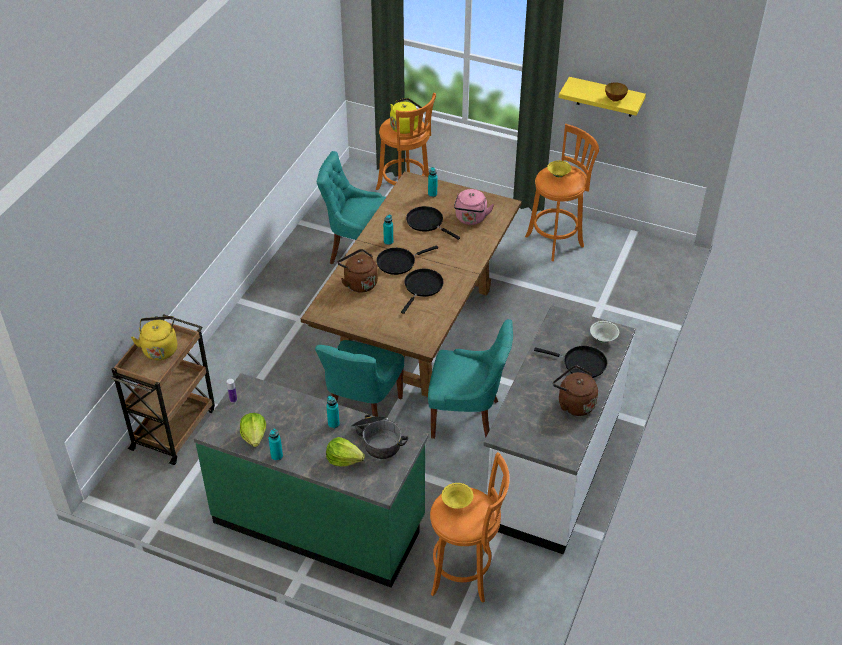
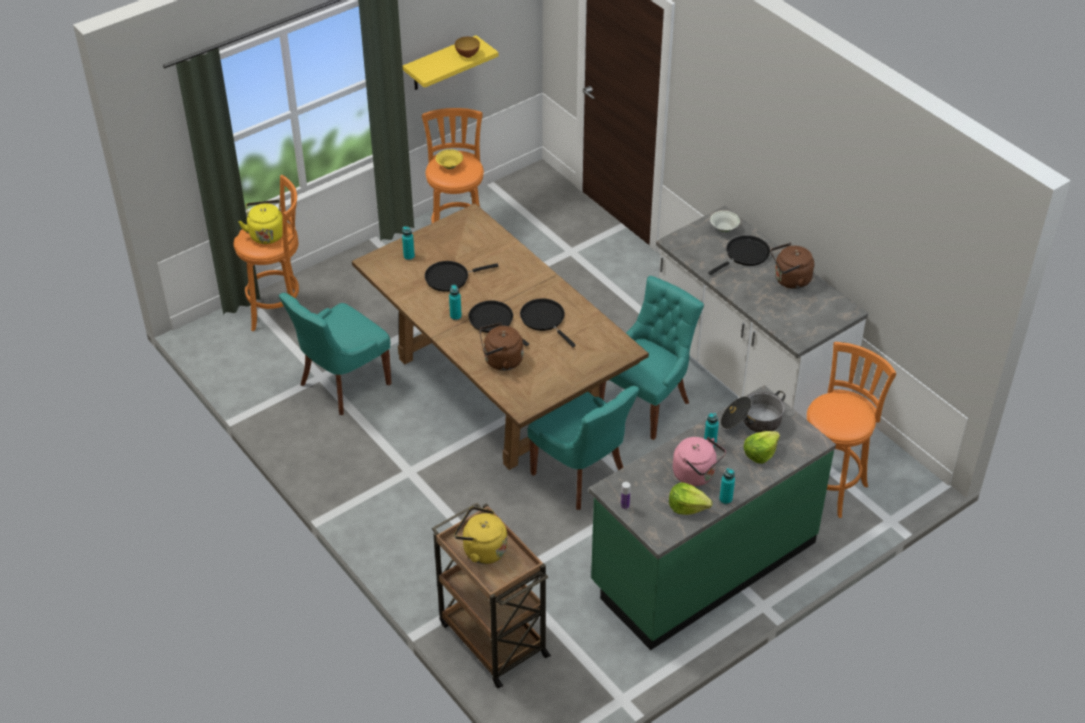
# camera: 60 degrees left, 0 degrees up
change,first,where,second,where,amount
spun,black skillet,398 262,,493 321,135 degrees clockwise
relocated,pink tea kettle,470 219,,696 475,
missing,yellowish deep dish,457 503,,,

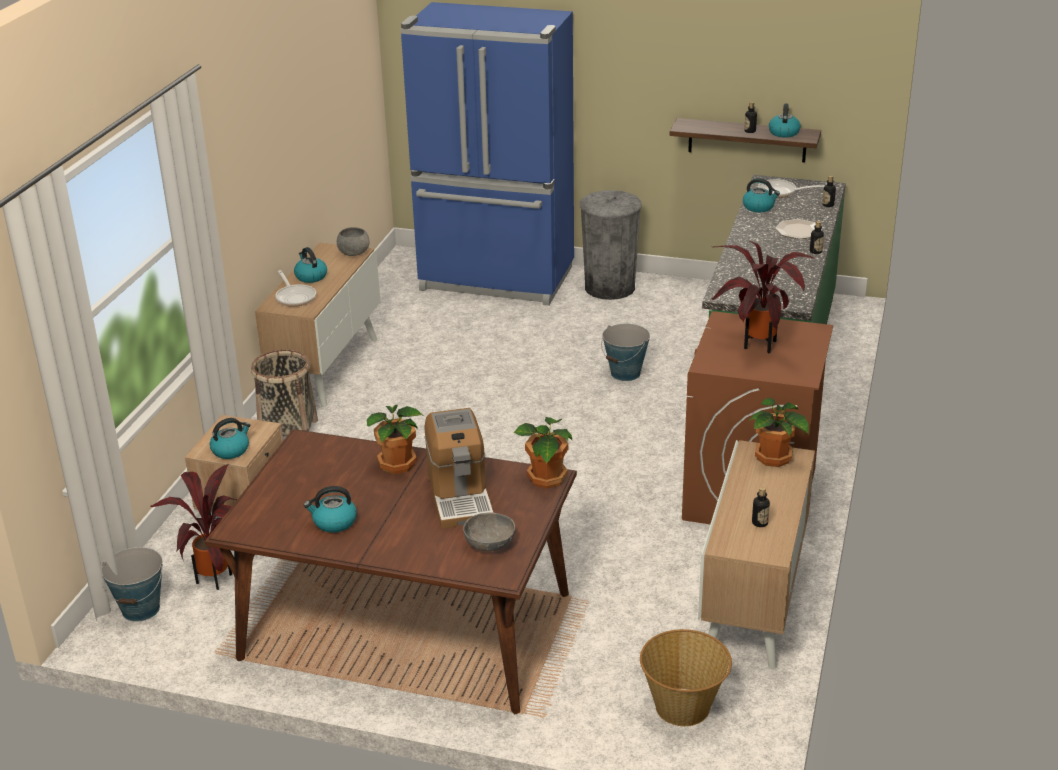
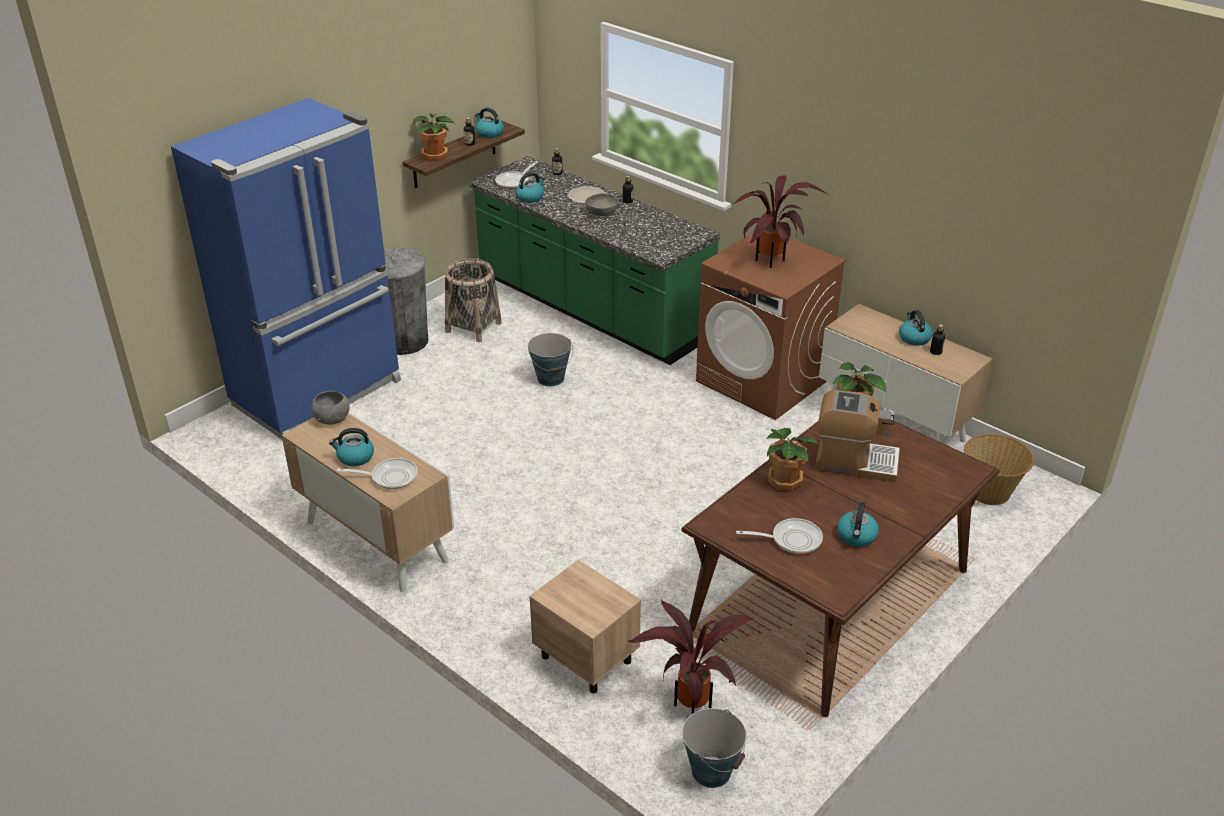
# camera: 65 degrees left, 5 degrees up
change,first,where,second,where,amount
relocated,potted plant,774 458,,436 156,
relocated,storage basket,288 433,,473 327,
relocated,gray deep dish,490 544,,602 212,
appeared,,,skillet,791 540,
relocated,tea kettle,231 450,,914 338,

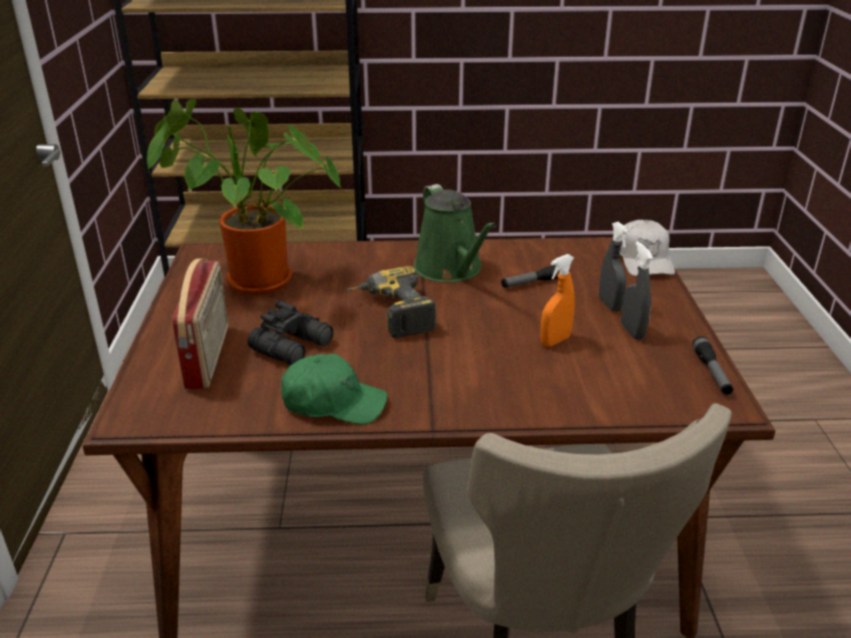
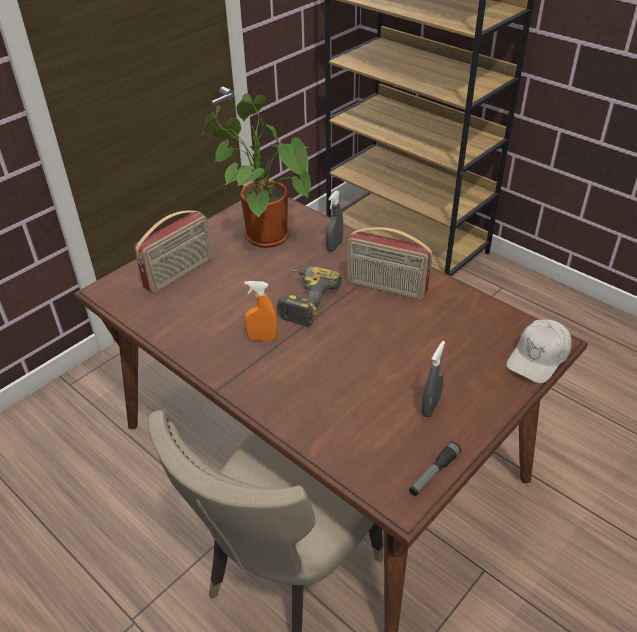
# camera: 45 degrees right, 10 degrees up
change,first,where,second,where,amount
relocated,orangey hand sprayer,555 341,,262 338,
relocated,gray hand sprayer,609 305,,334 246,
exchanged,greenish watering can,451 269,radio receiver,386 288,
missing,black field glasses,294 347,,,
missing,greenish cap,333 402,,,
missing,hand torch,533 282,,,

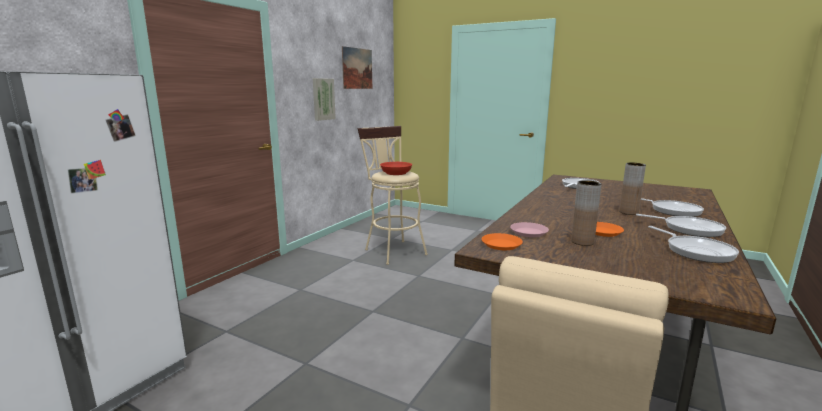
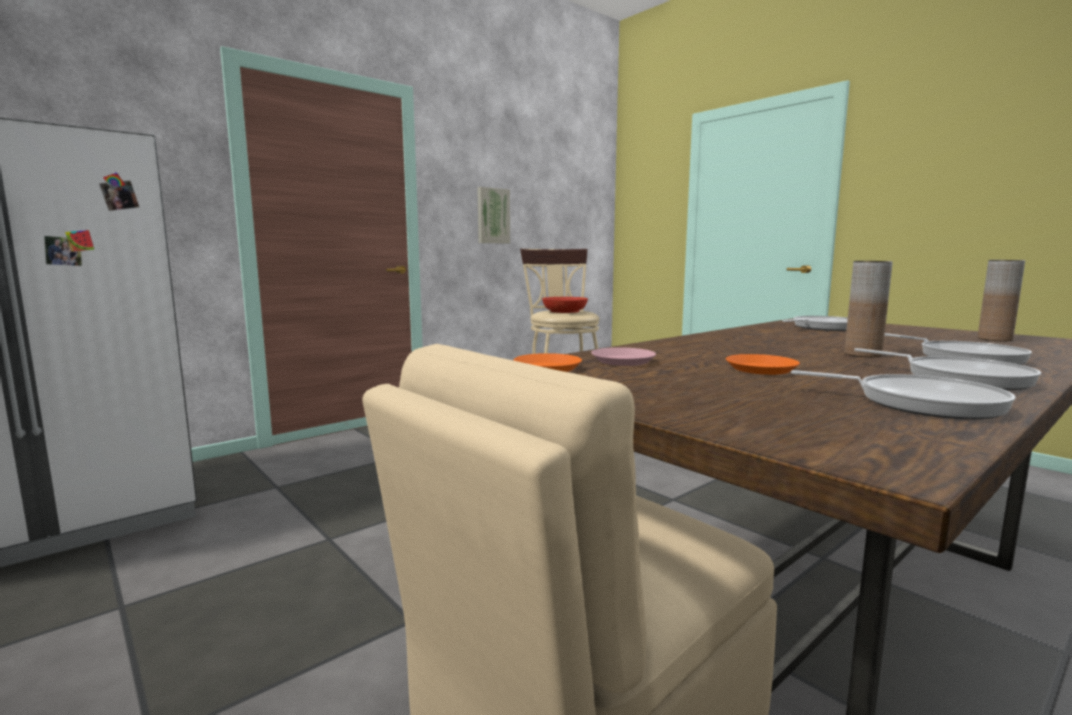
# camera: 20 degrees right, 5 degrees down
change,first,where,second,where,amount
spun,skillet,696 251,,919 403,60 degrees counterclockwise
relocated,brown flower vase,582 242,,994 339,
missing,wall picture,357 68,,,

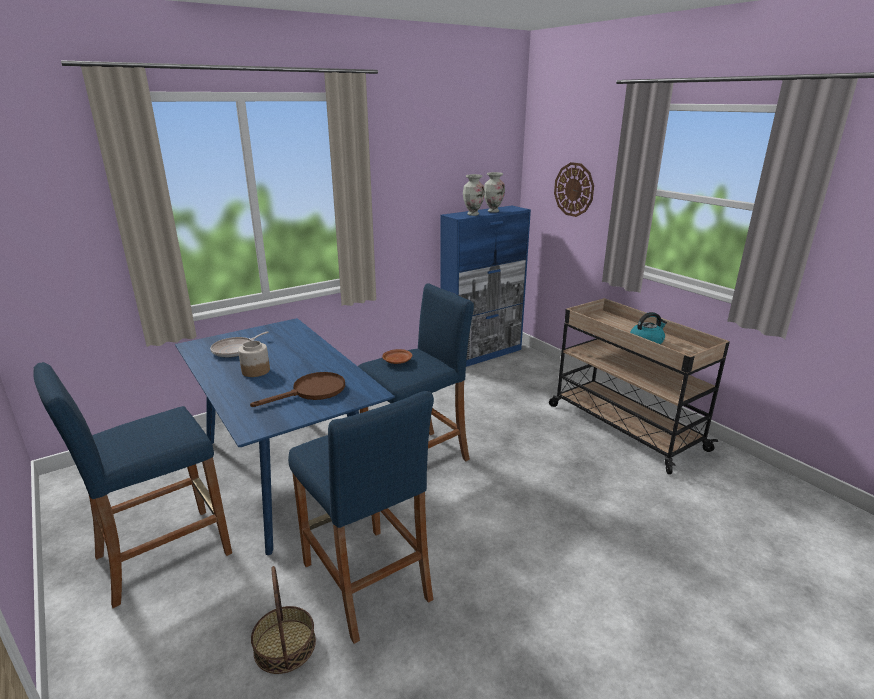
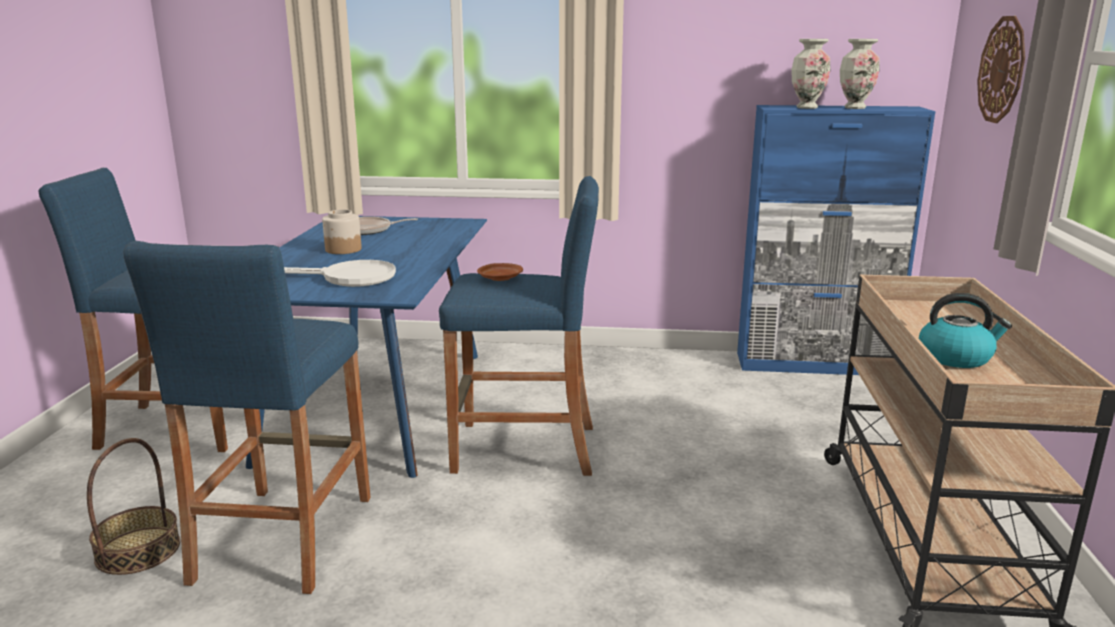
# camera: 40 degrees right, 5 degrees down
change,first,where,second,where,amount
colour,brown skillet,312 392,whitish skillet,349 278,

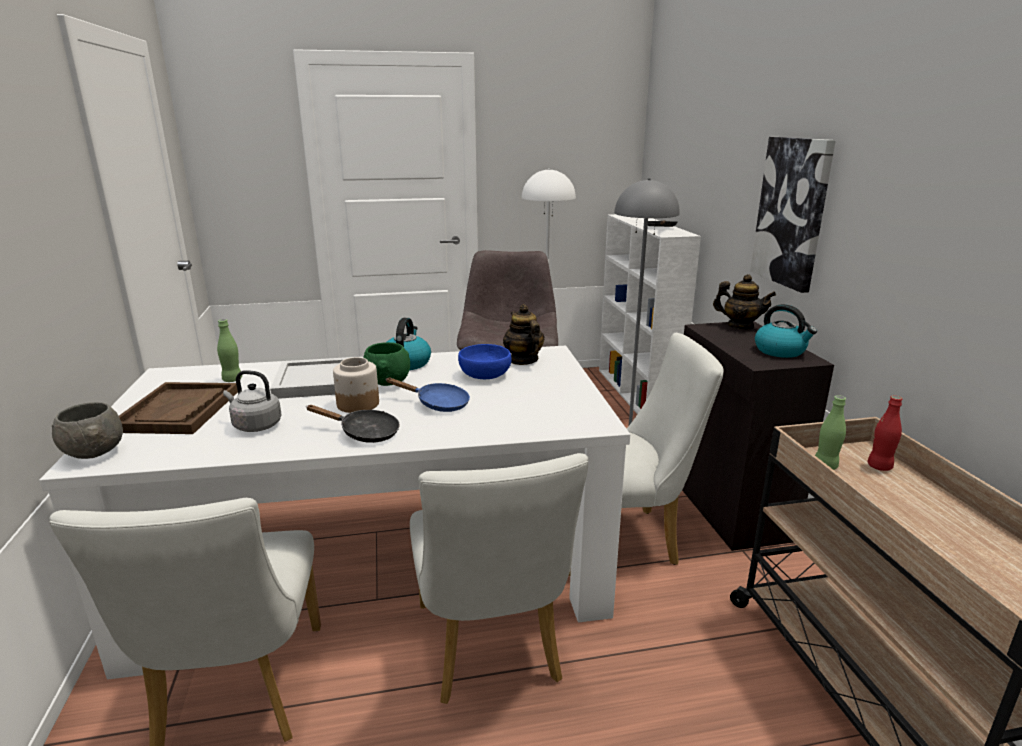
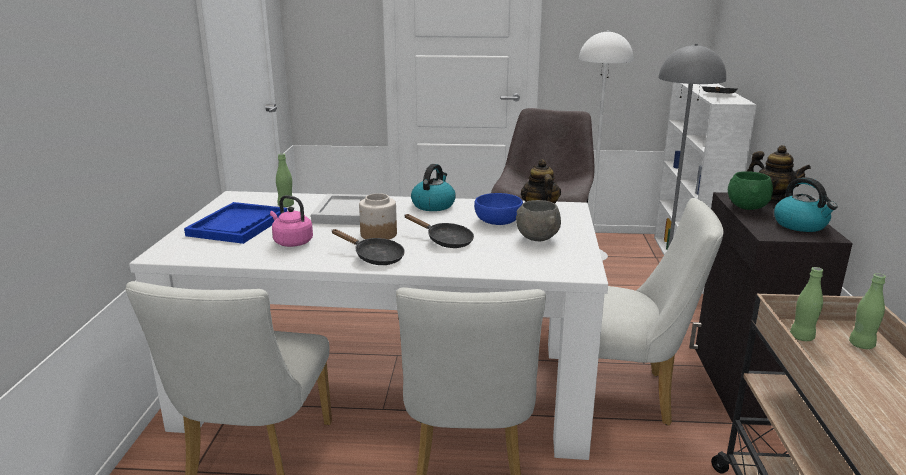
# camera: 15 degrees right, 0 degrees up
change,first,where,second,where,amount
colour,brown tray,179 411,blue tray,238 225,
colour,gray tea kettle,255 425,pink tea kettle,291 242,
colour,blue skillet,437 404,black skillet,445 241,
relocated,gray deep dish,94 455,,537 239,
relocated,greenish deep dish,387 384,,746 208,
colour,reddish beverage bottle,879 466,greenish beverage bottle,861 345,
missing,wall picture,792 212,,,

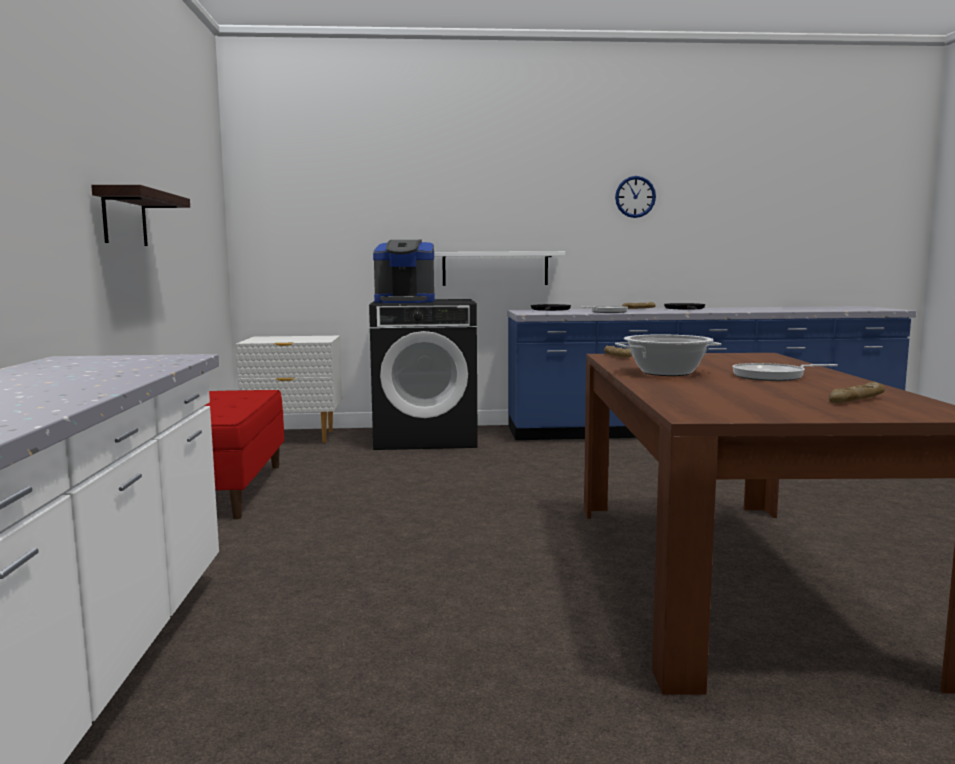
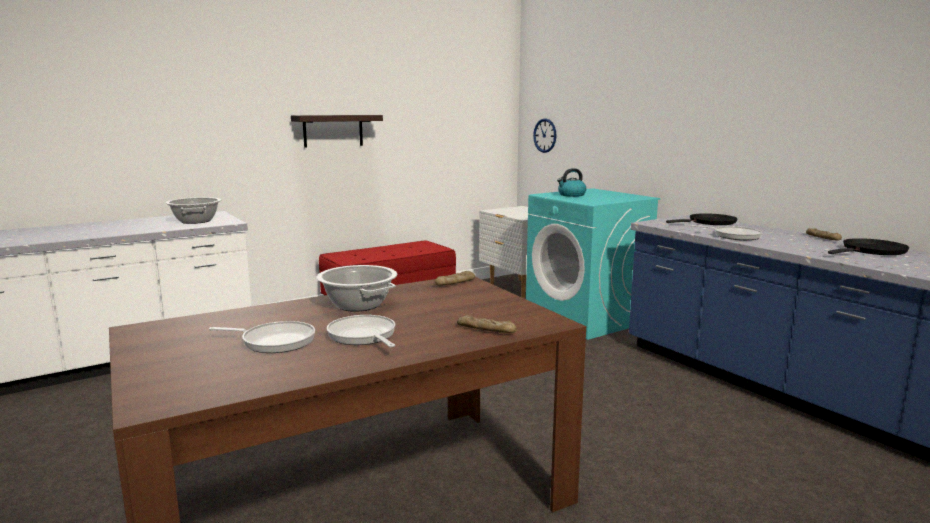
# camera: 60 degrees right, 5 degrees up
change,first,where,second,where,amount
appeared,,,stockpot,196 221,
appeared,,,skillet,274 341,
relocated,baked bread,856 400,,486 330,
colour,black laundry machine,426 438,turquoise laundry machine,586 318,
relocated,hanging clock,635 197,,545 135,
exchanged,coffee machine,405 302,tea kettle,571 195,
missing,whitish bracket shelf,495 268,,,

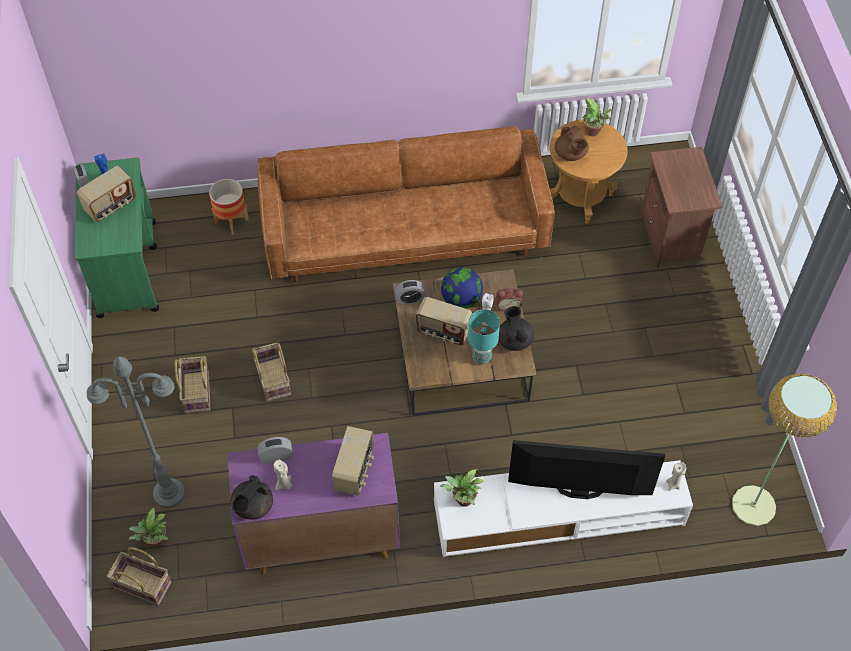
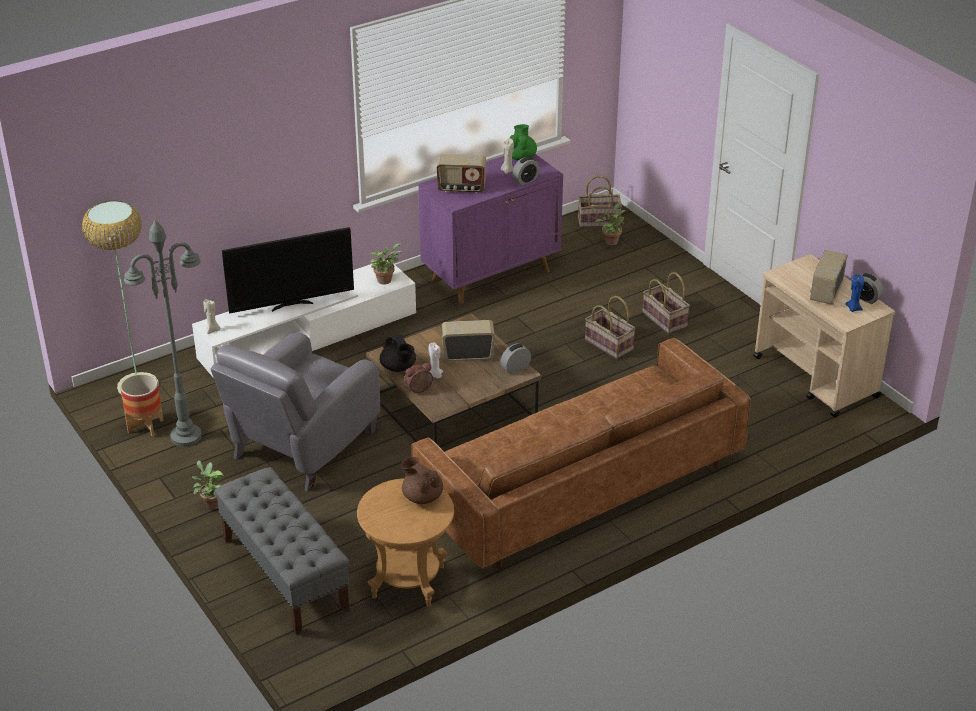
# camera: 155 degrees right, 20 degrees down
change,first,where,second,where,amount
relocated,flower pot,232 221,,145 426,
relocated,gray standing lamp,168 494,,186 436,
relocated,potted plant,593 132,,211 503,
appeared,,,gray lounge chair,301 447,
exchanged,brown night table,671 237,gray long seat,284 574,
spun,radio receiver,355 471,,461 188,75 degrees counterclockwise
colour,black pot for tea,252 506,greenish pot for tea,520 157,
colour,greenish wheeled cart,127 268,beige wheeled cart,816 377,
missing,desk globe,461 300,,,
missing,turquoise table lamp,481 357,,,

